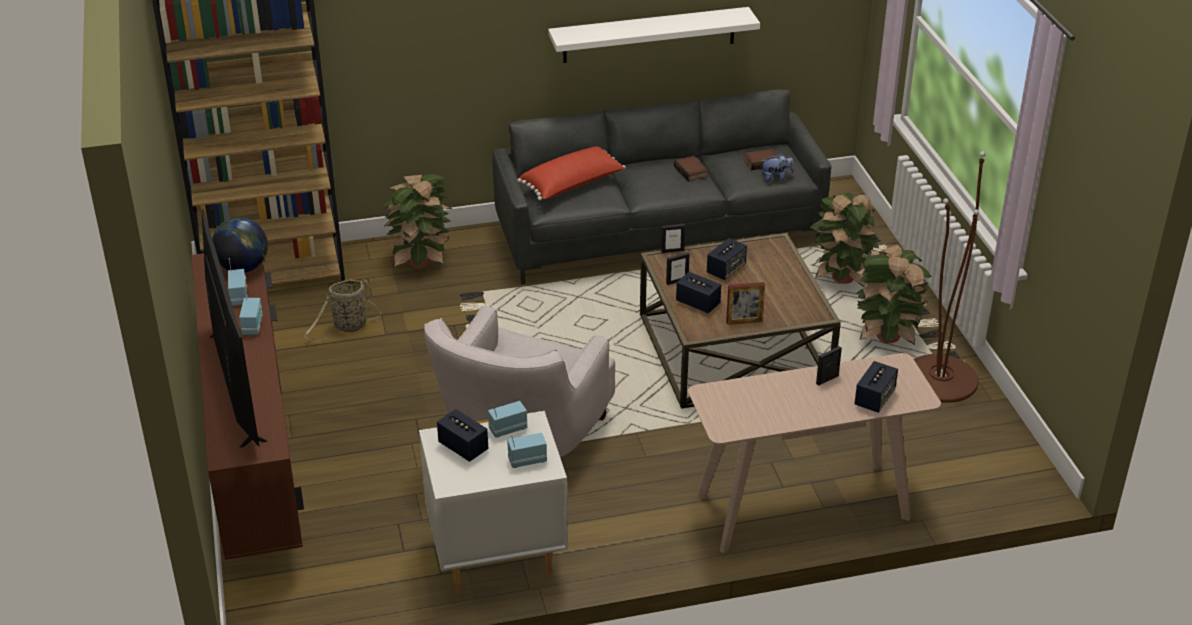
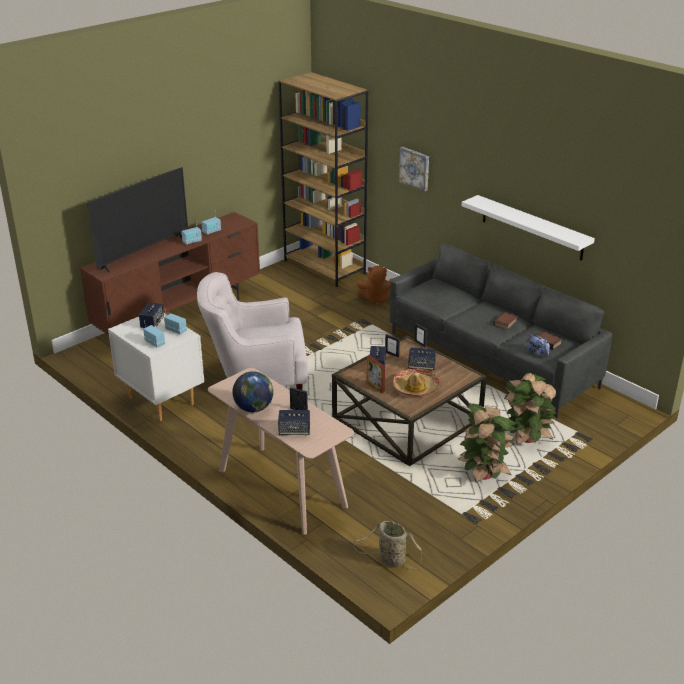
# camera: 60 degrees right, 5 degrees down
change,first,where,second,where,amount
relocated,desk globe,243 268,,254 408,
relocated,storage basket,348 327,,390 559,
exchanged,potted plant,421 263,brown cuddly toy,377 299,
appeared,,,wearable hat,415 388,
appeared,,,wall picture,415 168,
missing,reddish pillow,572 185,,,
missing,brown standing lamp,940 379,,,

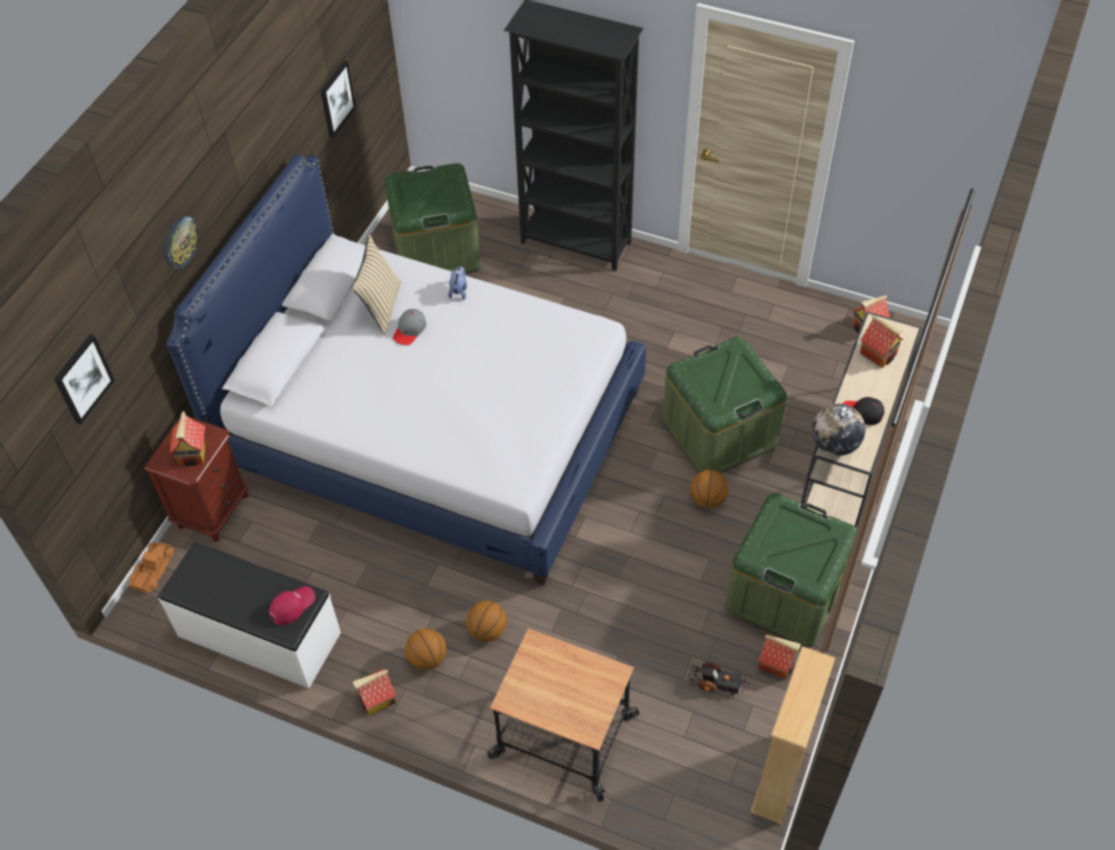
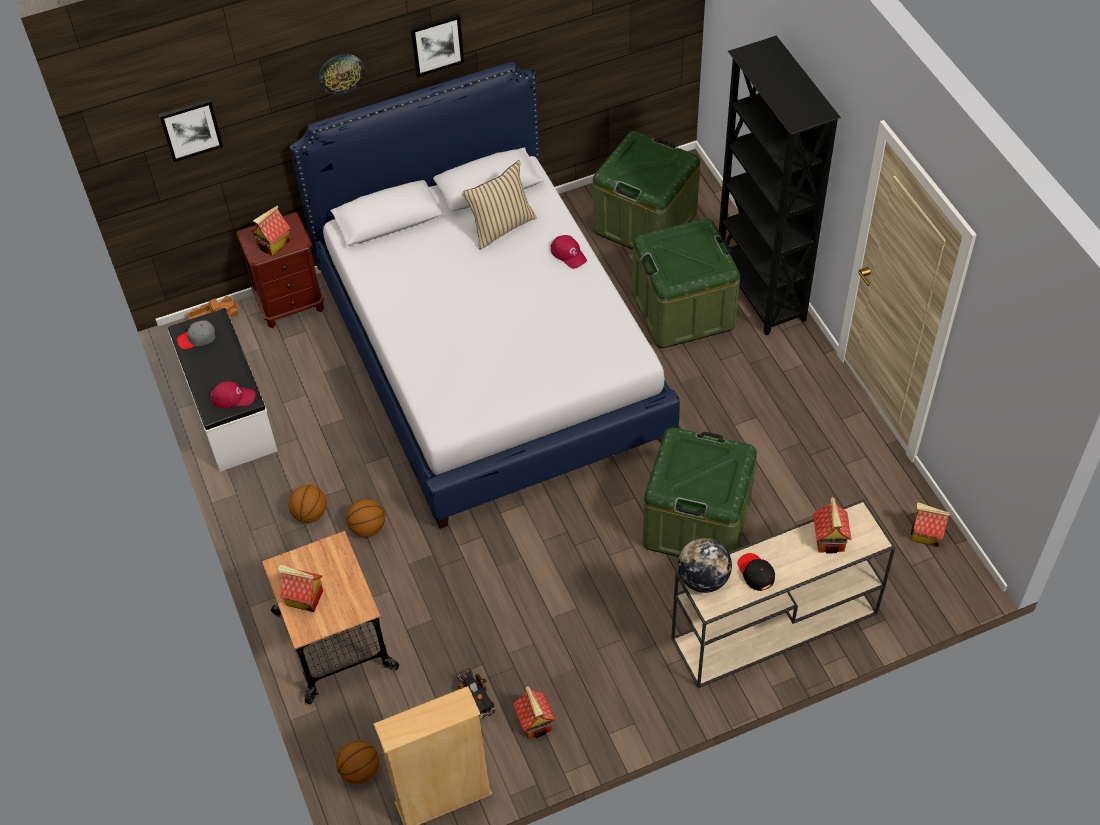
# camera: 45 degrees right, 0 degrees up
change,first,where,second,where,amount
relocated,gray cap,410 330,,197 338,
relocated,model house,377 700,,303 598,
relocated,ball for basketball,707 499,,360 770,
relocated,wall picture,336 98,,437 44,
exchanged,cuddly toy,459 291,reddish cap,569 254,
relocated,greenish storage box,785 593,,683 310,

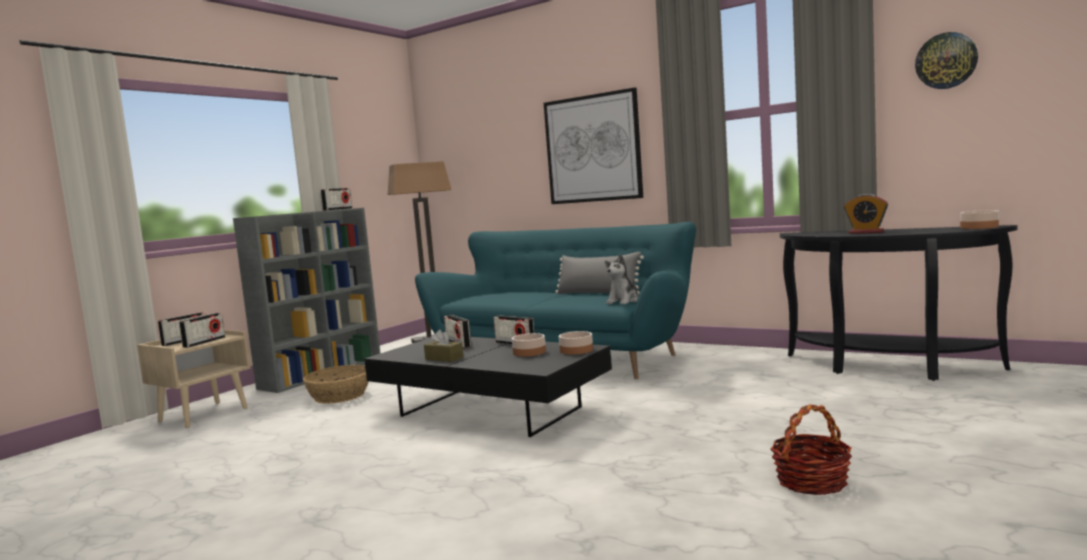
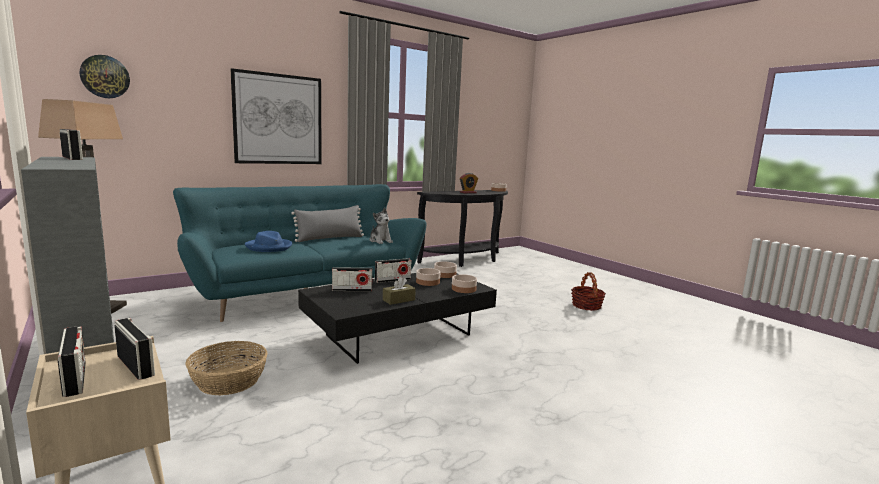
# camera: 70 degrees left, 5 degrees up
change,first,where,second,where,amount
relocated,hanging clock,946 61,,105 77,
appeared,,,blue wearable hat,269 247,
appeared,,,deep dish,464 289,

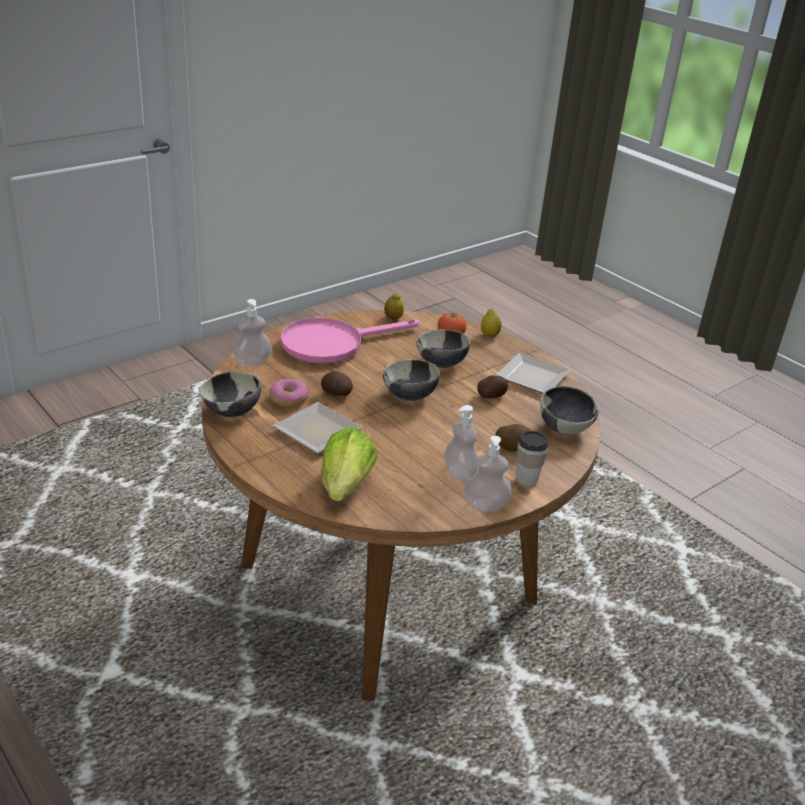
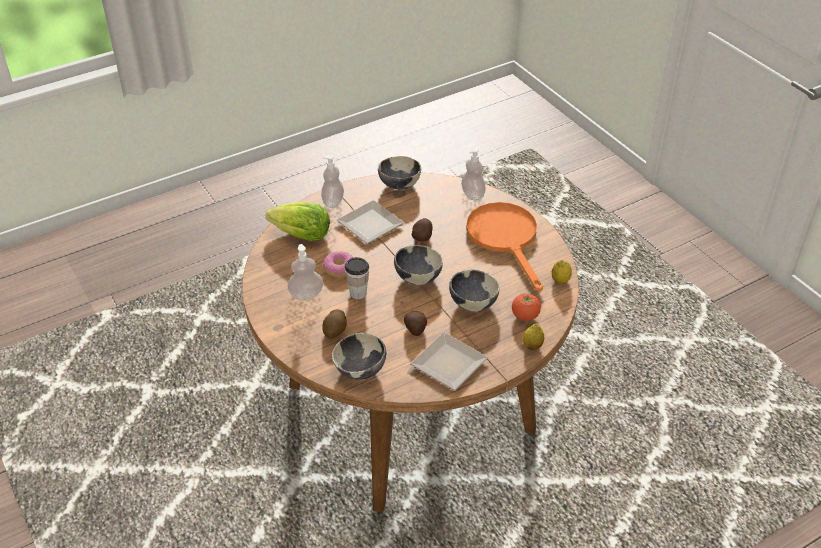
# camera: 100 degrees right, 10 degrees up
change,first,where,second,where,amount
relocated,soap bottle,485 505,,333 202,
relocated,ring doughnut,288 399,,339 269,
relocated,small cup,527 479,,358 293,
colour,pink skillet,332 343,orangey skillet,506 238,

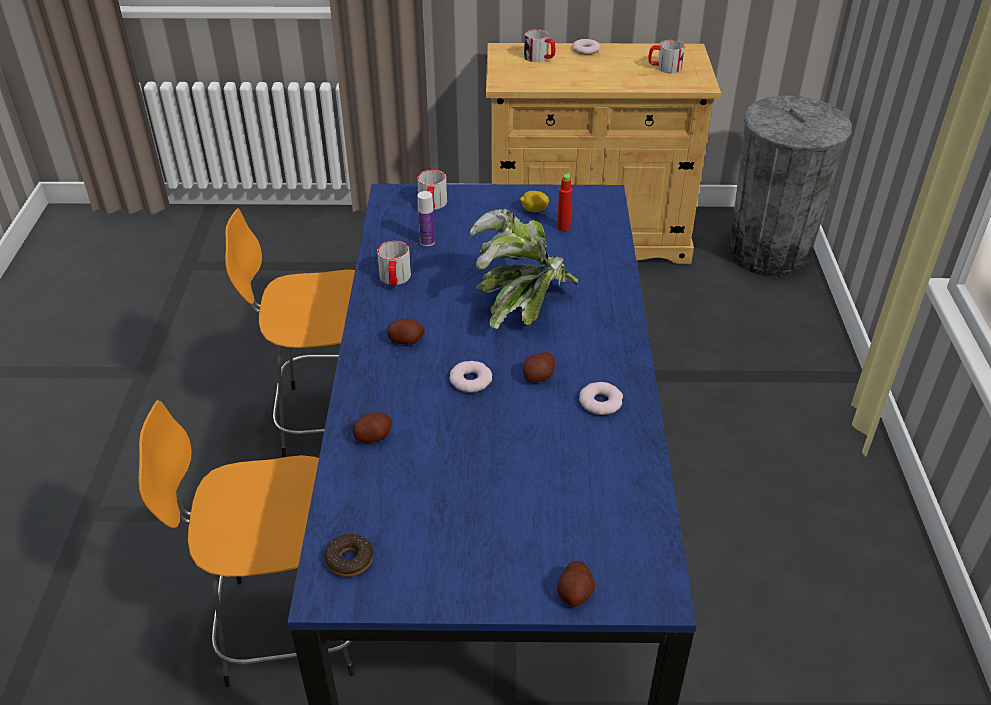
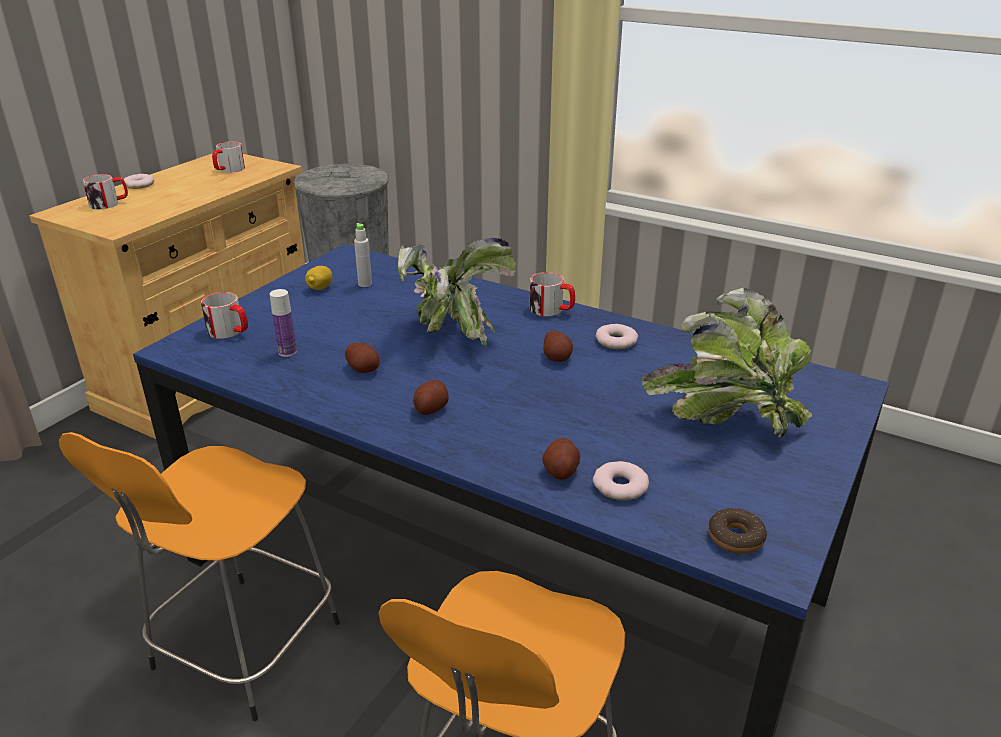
# camera: 60 degrees left, 10 degrees down
change,first,where,second,where,amount
relocated,potato,575 593,,363 369,
colour,reddish beverage bottle,563 227,gray beverage bottle,365 284,
relocated,coffee mug,394 279,,552 310,
relocated,ring doughnut,470 380,,620 486,
appeared,,,potted plant,725 418,

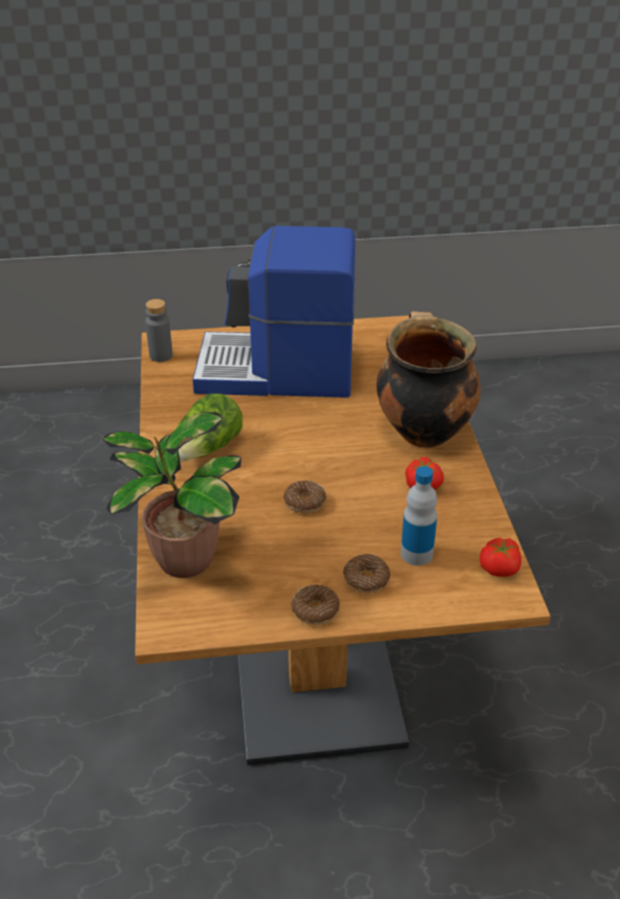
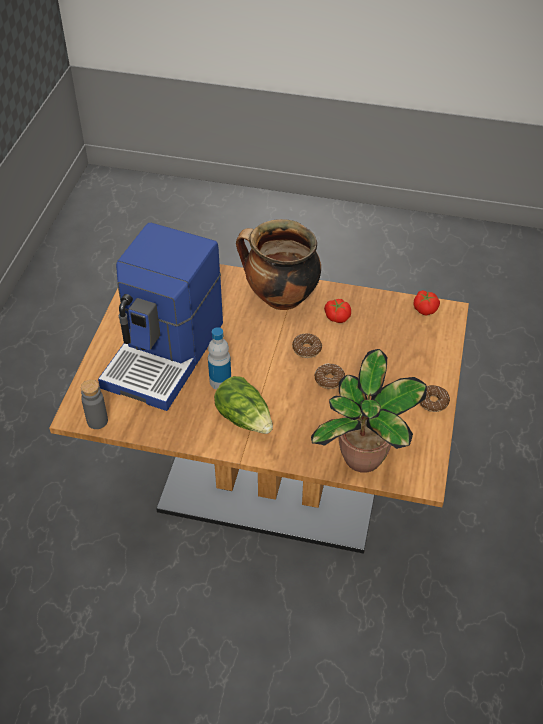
# camera: 70 degrees left, 10 degrees up
change,first,where,second,where,amount
relocated,beverage bottle,416 554,,220 381,
relocated,ring doughnut,366 579,,306 349,

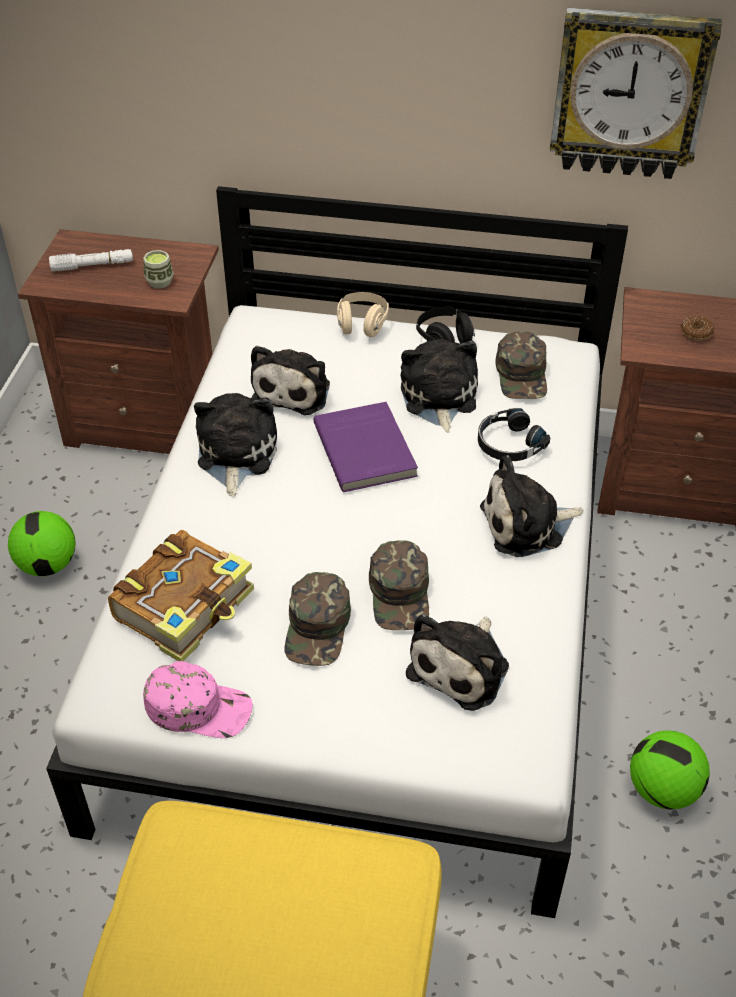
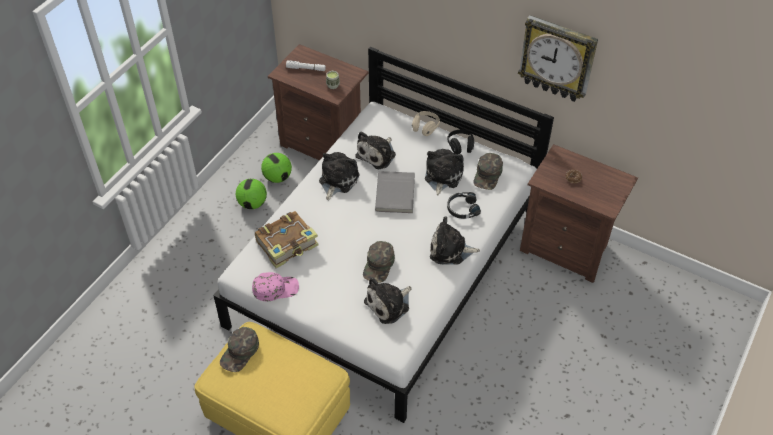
# camera: 20 degrees right, 5 degrees up
change,first,where,second,where,amount
relocated,greenish cap,318 627,,240 352,
spun,pink cap,198 707,,275 288,45 degrees counterclockwise
relocated,football,662 789,,277 177,
colour,purple-coloured bound book,367 449,gray bound book,396 193,

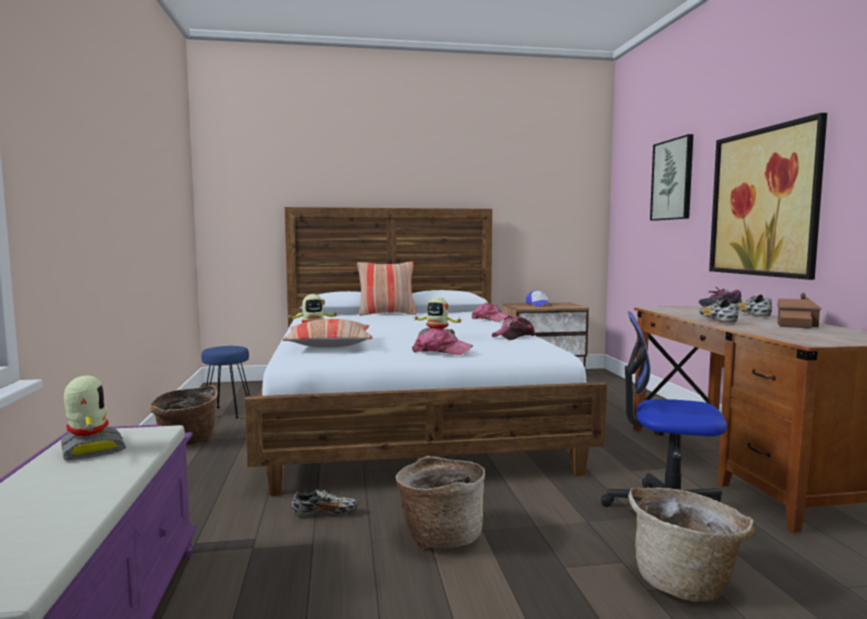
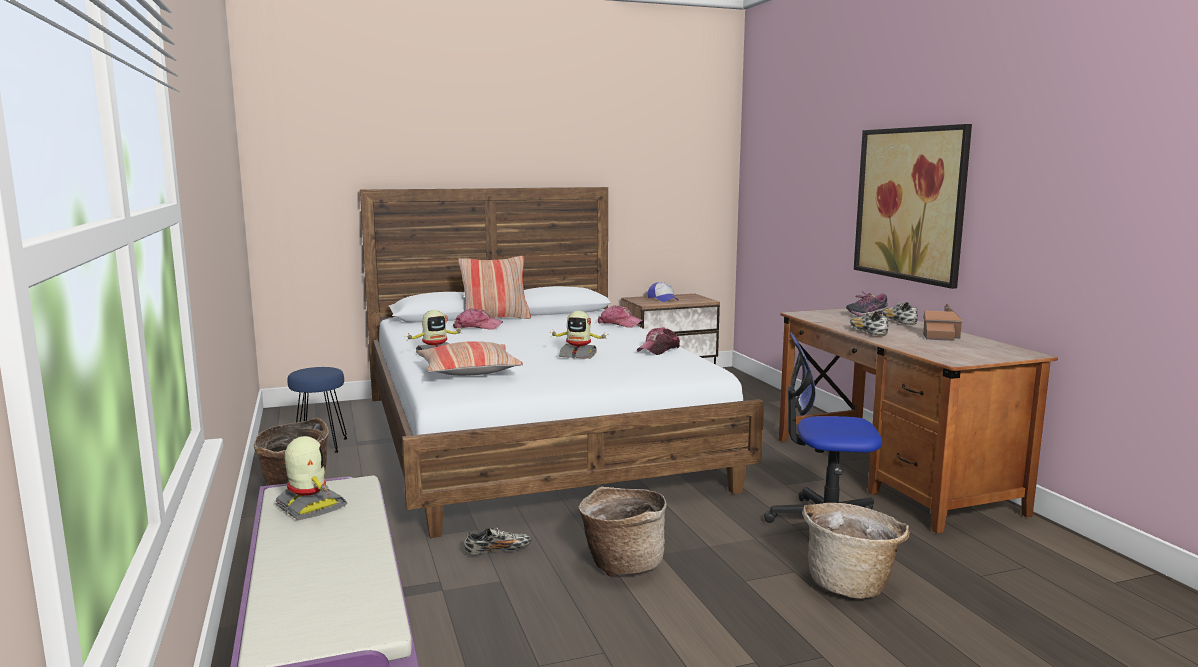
# camera: 10 degrees left, 5 degrees up
change,first,where,second,where,amount
relocated,cap,441 351,,477 327,
missing,wall picture,672 180,,,

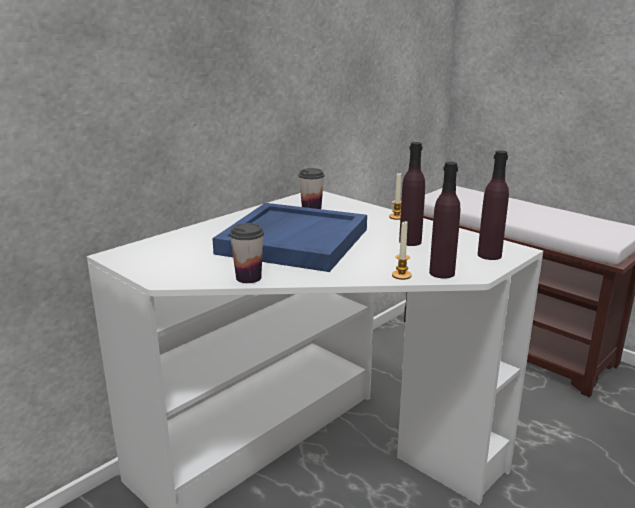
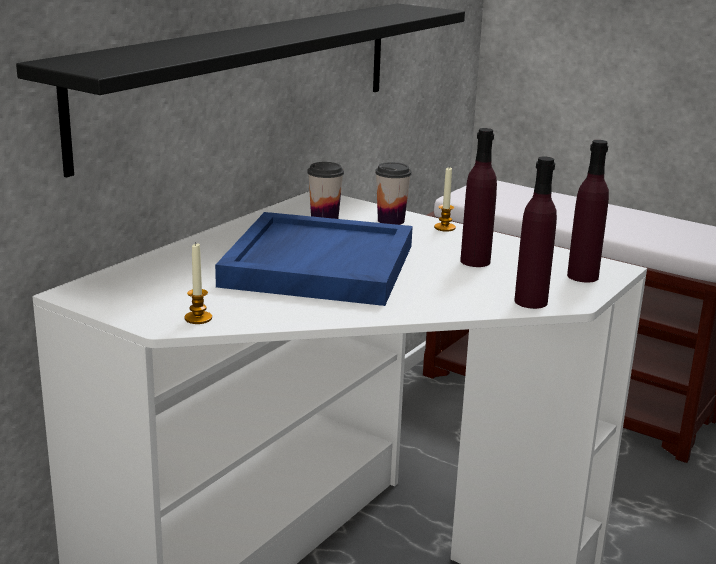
# camera: 10 degrees left, 0 degrees up
change,first,where,second,where,amount
appeared,,,black bracket shelf,247 77,
relocated,wax candle,401 275,,198 318,
relocated,small cup,248 278,,391 221,

